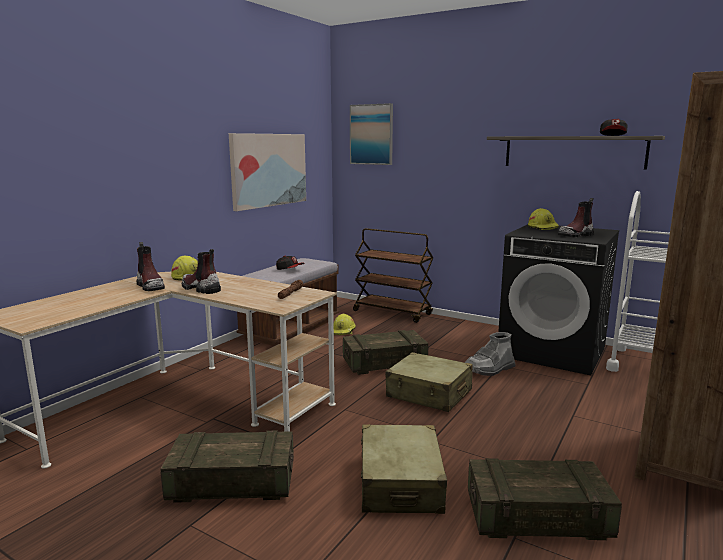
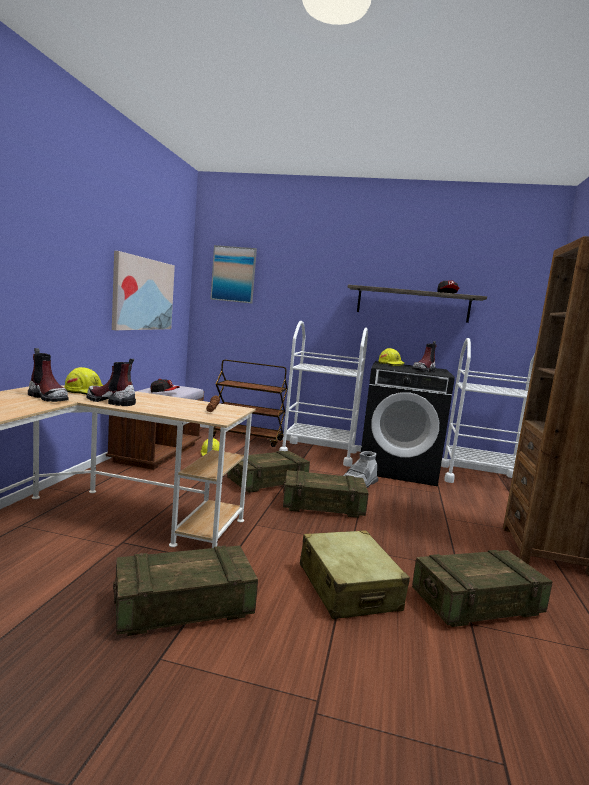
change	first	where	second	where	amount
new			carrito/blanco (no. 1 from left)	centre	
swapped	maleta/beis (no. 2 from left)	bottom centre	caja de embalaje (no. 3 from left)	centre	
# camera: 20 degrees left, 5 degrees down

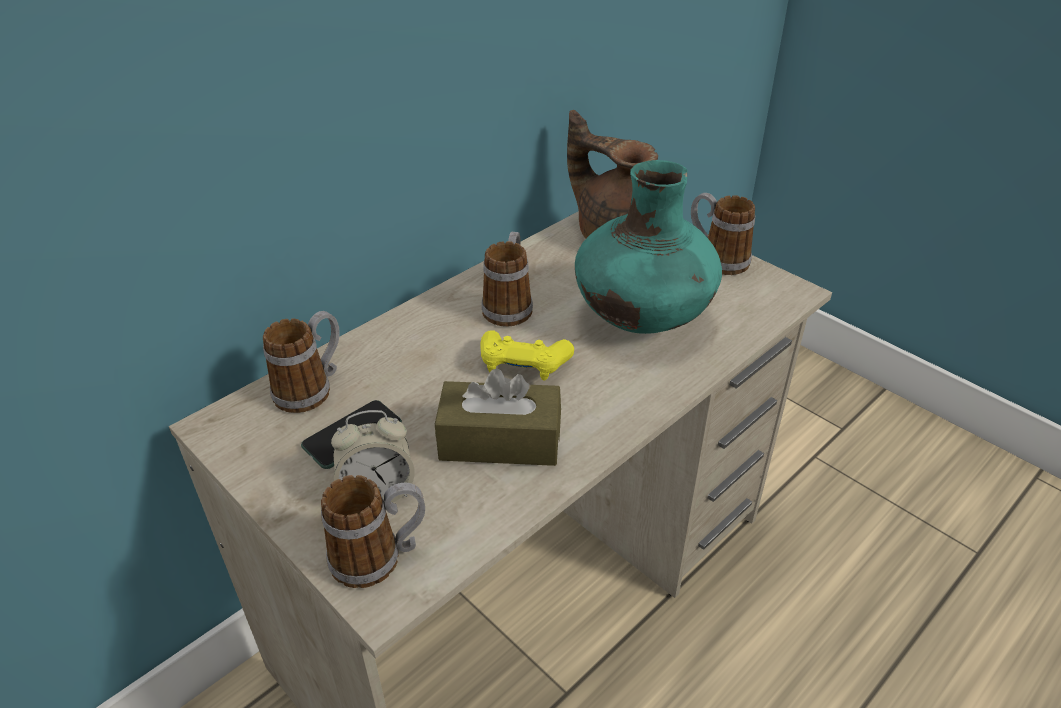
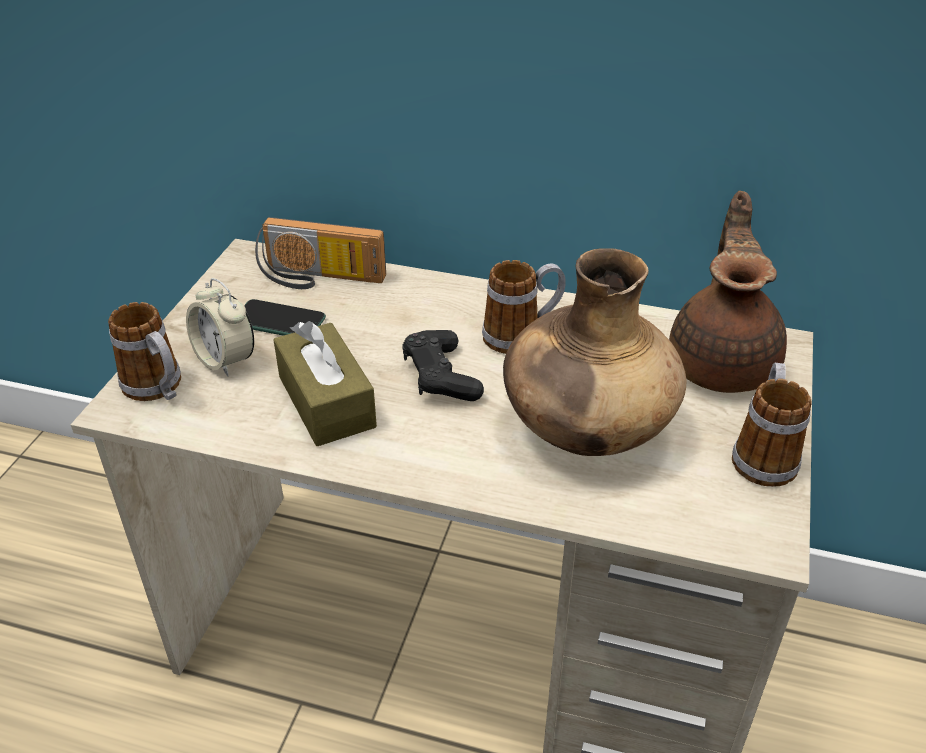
change	first	where	second	where	amount
swapped	taza grande (no. 1 from left)	middle left	radio	centre	
repainted	mando de consola/amarillo	centre	mando de consola/negro	centre	
repainted	florero/turquesa	centre	florero/marrón	centre	
# camera: 60 degrees right, 0 degrees up

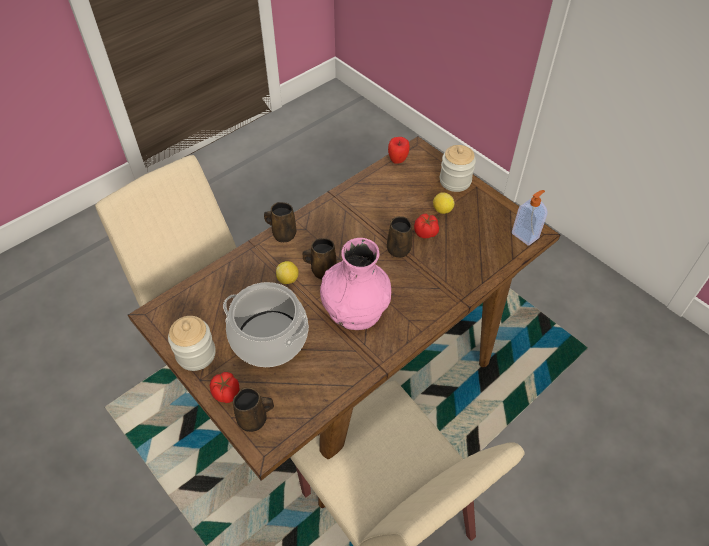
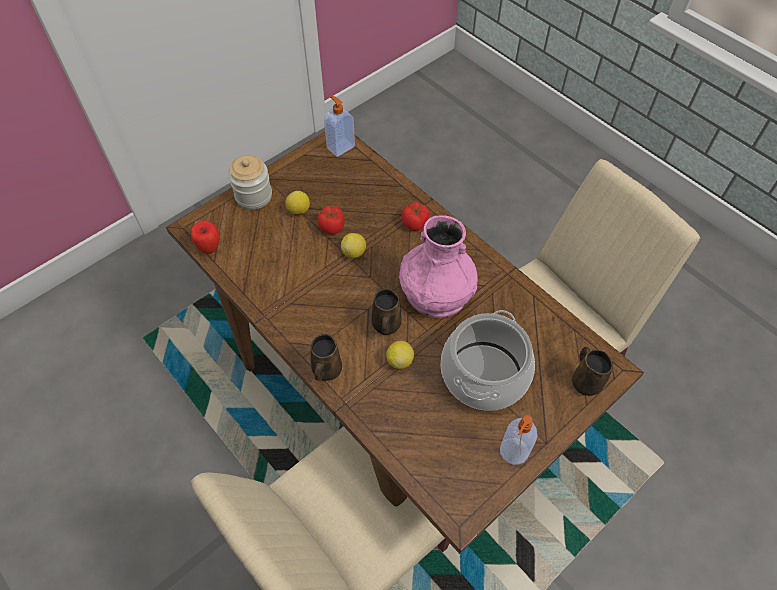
change	first	where	second	where	amount
swapped	taza grande/marrón (no. 4 from left)	centre	limón (no. 2 from left)	centre	
shifted	tomate (no. 1 from left in the first image)	bottom left	tomate (no. 2 from left)	centre	
swapped	tarro (no. 1 from left)	middle left	dispensador de jabón (no. 2 from left)	bottom right	
# camera: 90 degrees left, 5 degrees up

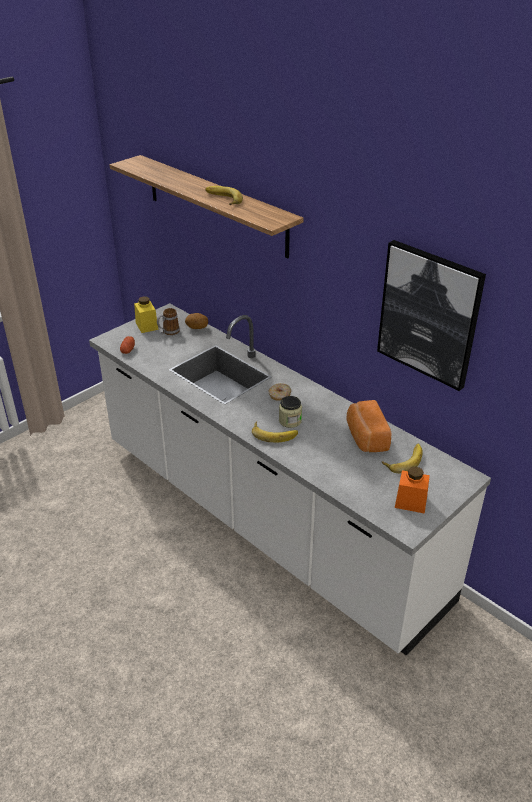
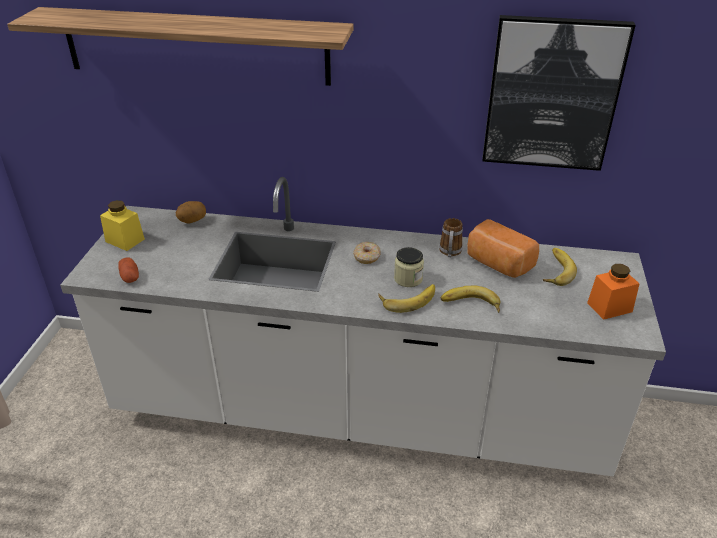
change	first	where	second	where	amount
shifted	taza grande	middle left		centre	
shifted	plátano (no. 1 from left in the first image)	top centre	plátano (no. 2 from left)	centre	
# camera: 35 degrees left, 0 degrees up

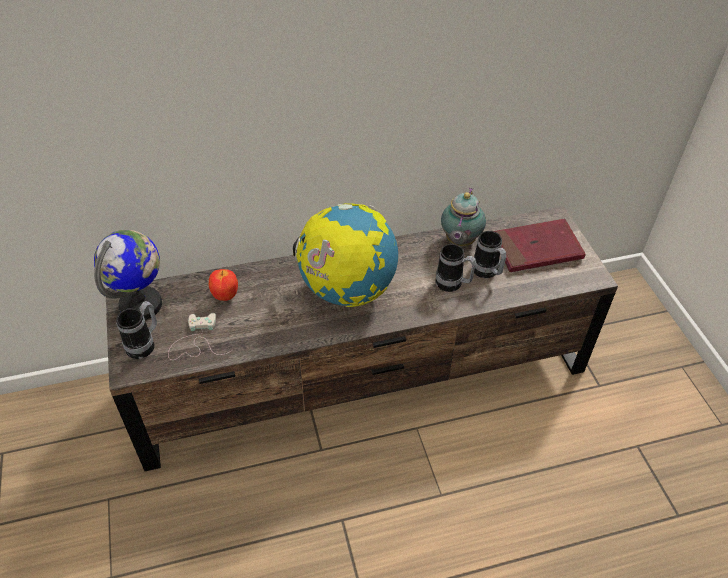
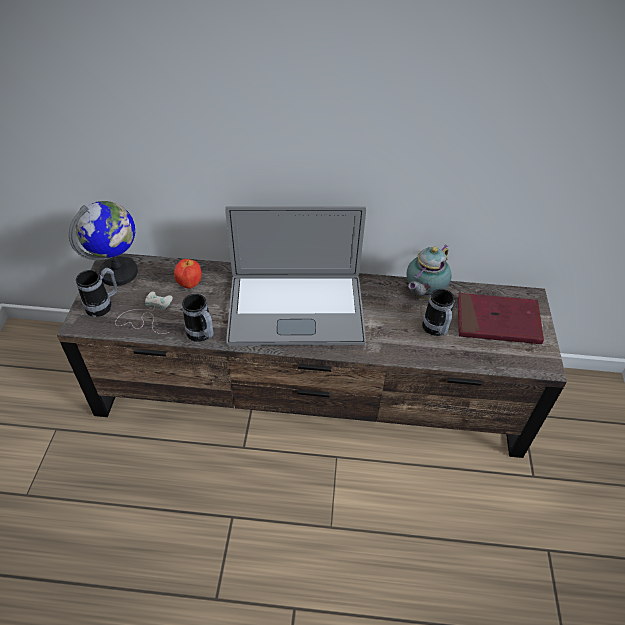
change	first	where	second	where	amount
shifted	taza grande (no. 2 from left)	centre		middle left	
swapped	globo terráqueo (no. 2 from left)	centre	portátil	centre	
# camera: 20 degrees right, 0 degrees up

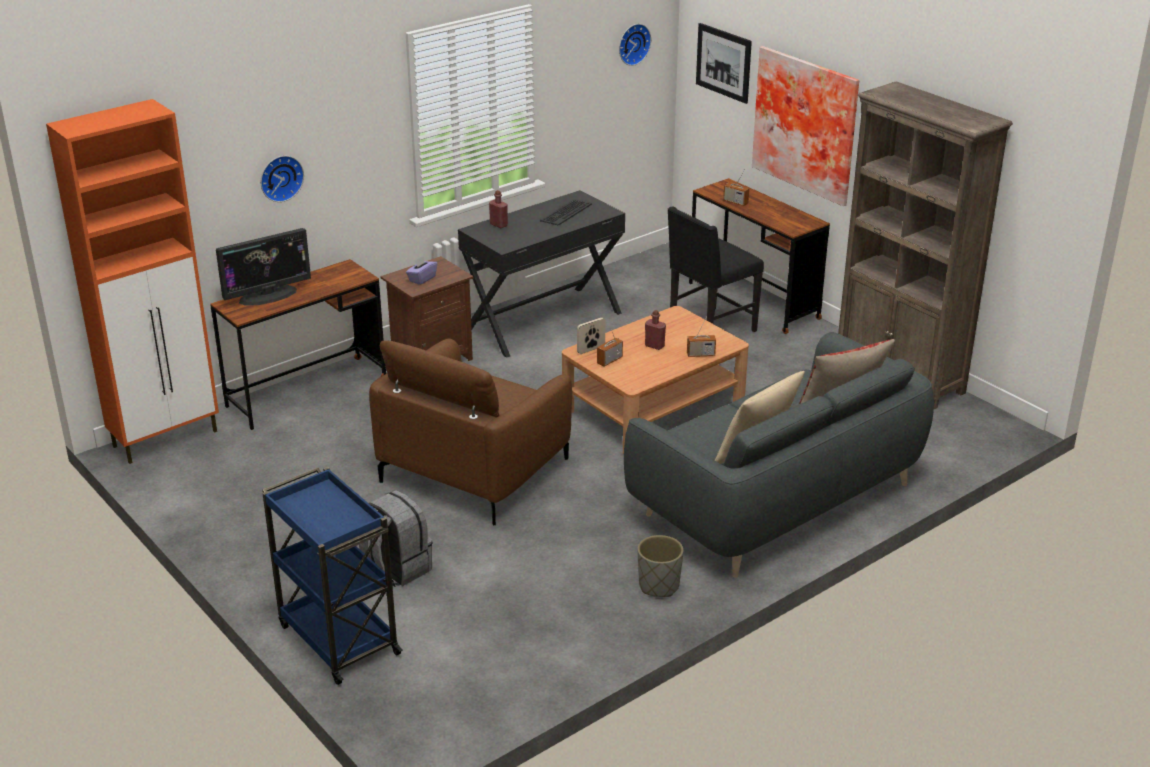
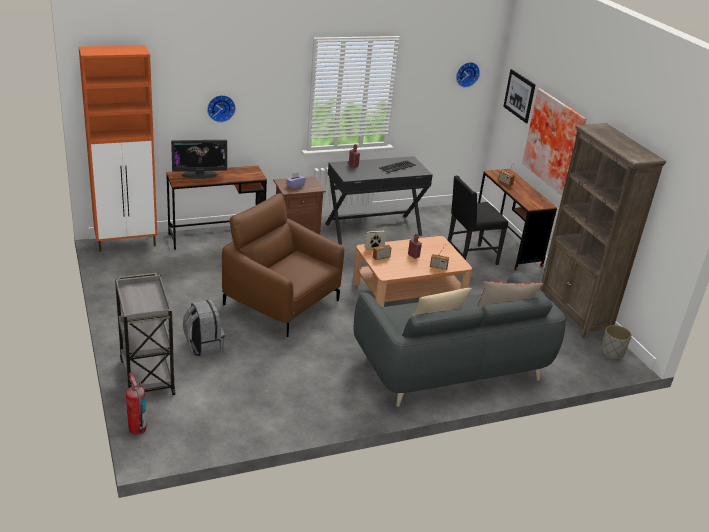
change	first	where	second	where	amount
repainted	carrito/azul	bottom left	carrito/gris	middle left	
new			extintor	bottom left	
rotated	sillón/marrón	centre		centre	75 degrees clockwise
shifted	maceta/gris	bottom centre		middle right	
# camera: 15 degrees right, 0 degrees up

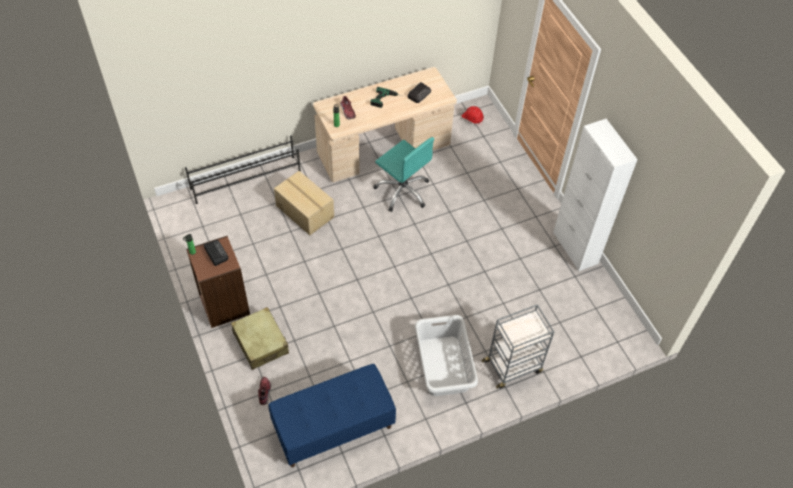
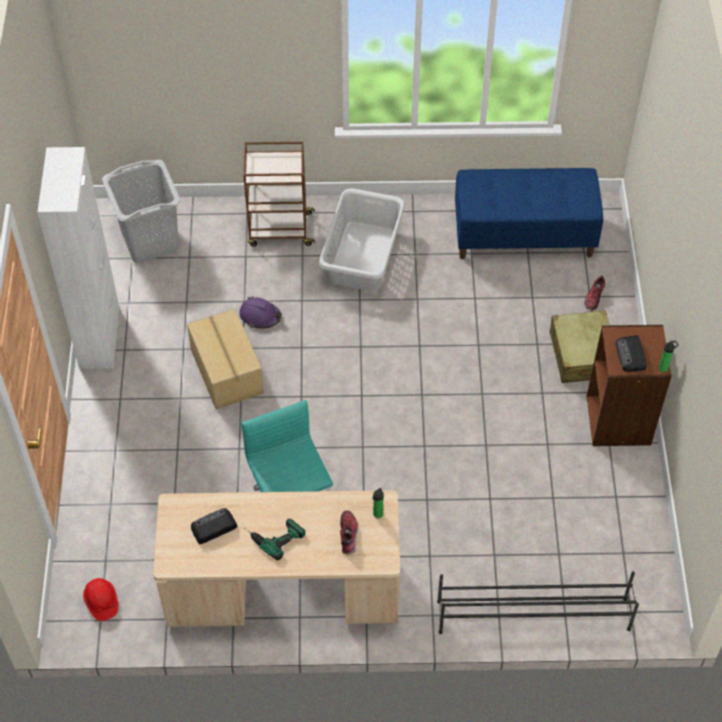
change	first	where	second	where	amount
new			cesto de la ropa/gris (no. 1 from left)	top left	
shifted	caja de cartón	centre		middle left	
new			casco/morado	centre	
repainted	carrito/gris	bottom centre	carrito/marrón	top centre	
# camera: 155 degrees left, 0 degrees up

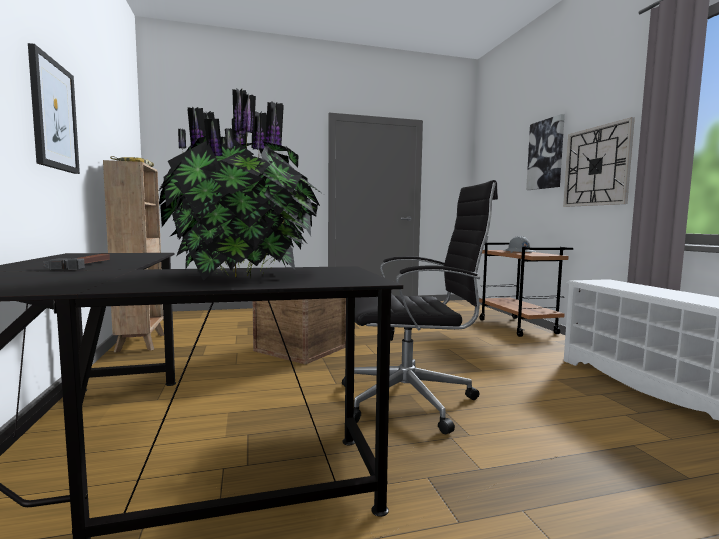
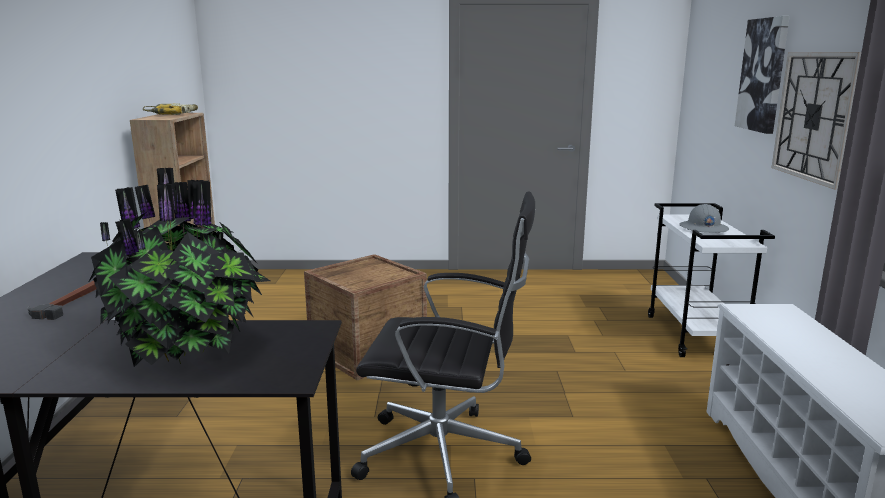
change	first	where	second	where	amount
repainted	carrito/marrón	middle right	carrito/blanco	middle right	
gone	cuadro (no. 1 from left)	top left			
# camera: 15 degrees right, 10 degrees up

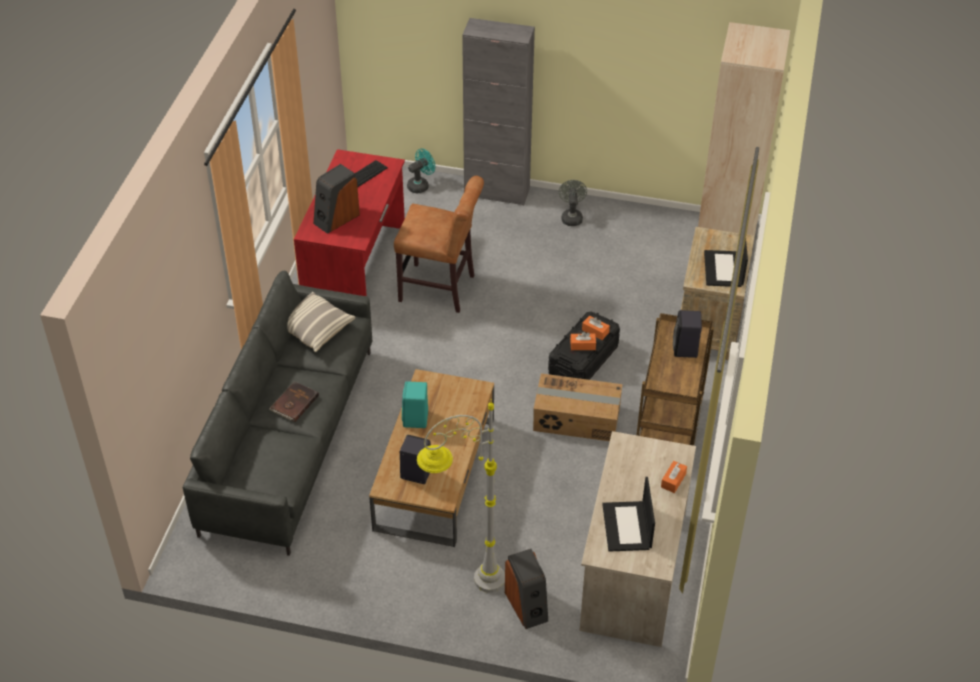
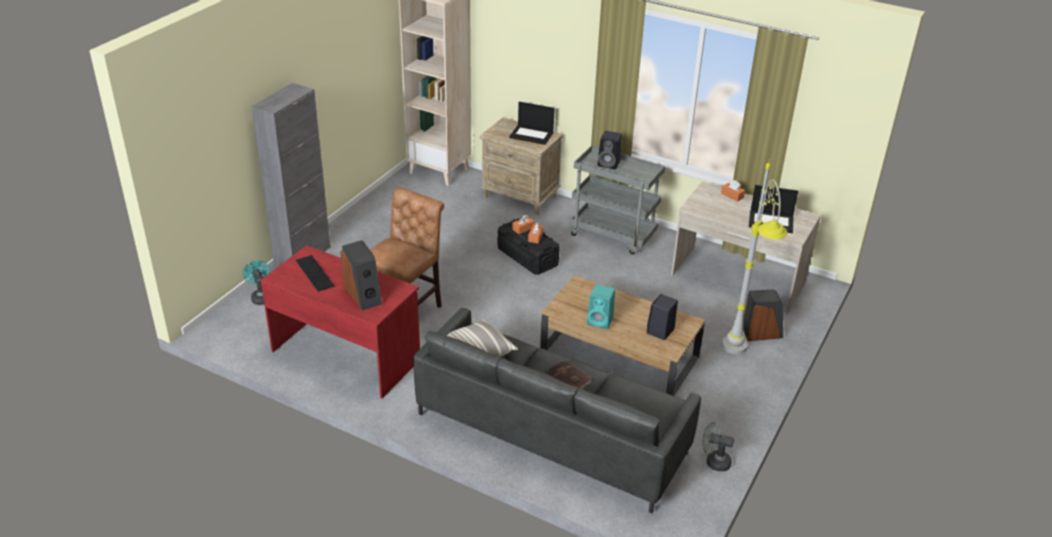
change	first	where	second	where	amount
repainted	carrito/marrón	middle right	carrito/gris	centre	
shifted	ventilador/gris	top centre		bottom right	
gone	caja de cartón	centre			
# camera: 75 degrees left, 10 degrees down

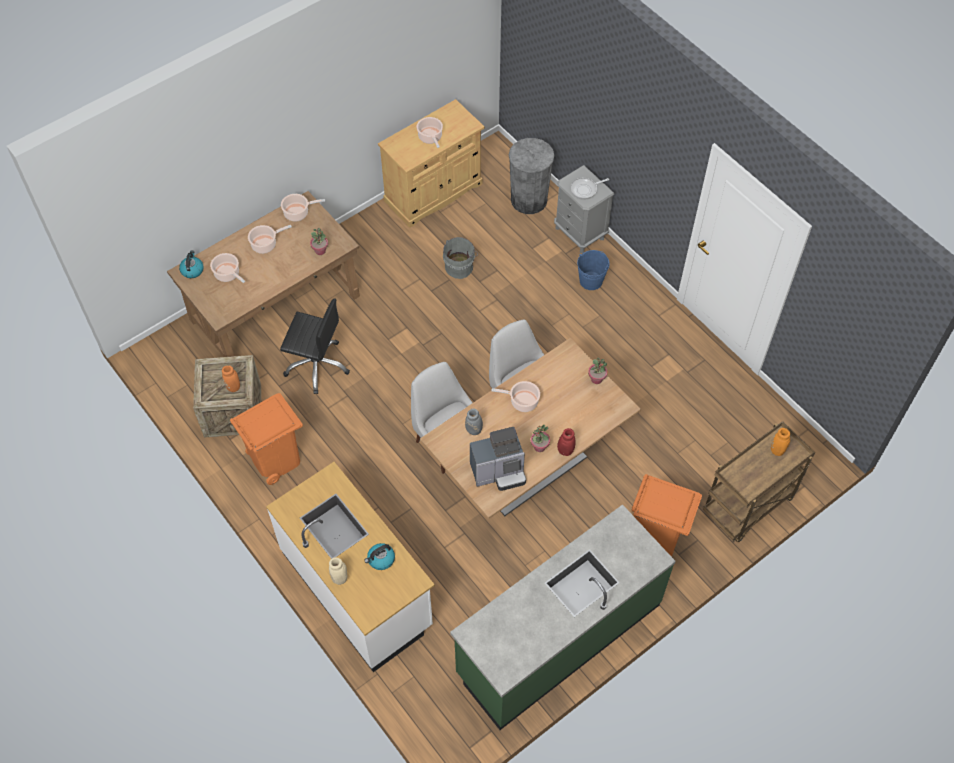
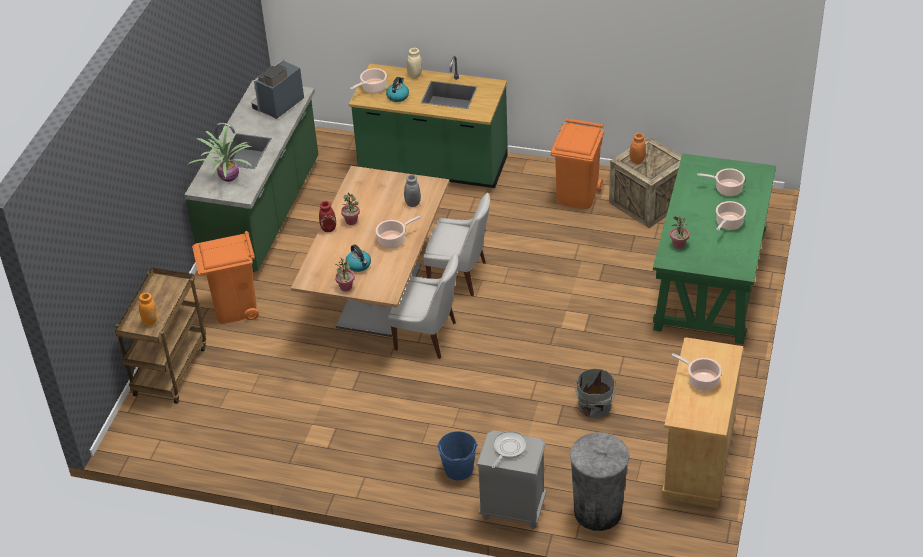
change	first	where	second	where	amount
new			planta en maceta (no. 1 from left)	top left	
shifted	cafetera	centre		top left	
shifted	hervidor (no. 1 from left)	middle left		centre	
repainted	mueble bajo de cocina/blanco	bottom centre	mueble bajo de cocina/verde (no. 2 from left)	top centre	
shifted	olla (no. 3 from left in the first image)	top left	olla (no. 1 from left)	top centre	
repainted	escritorio/marrón	middle left	escritorio/verde	middle right	
gone	silla de oficina/negro	middle left			
# camera: 145 degrees right, 15 degrees down

